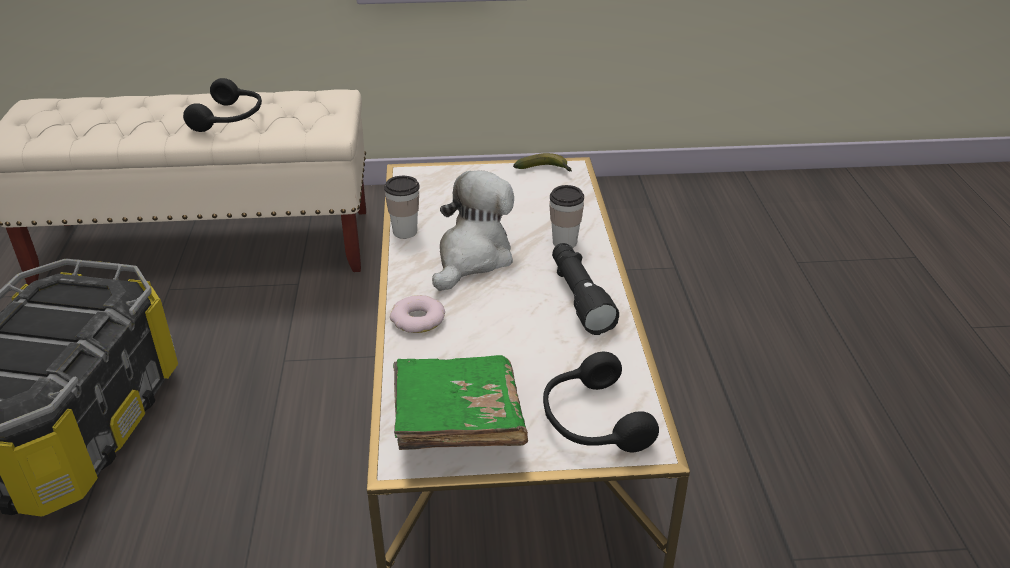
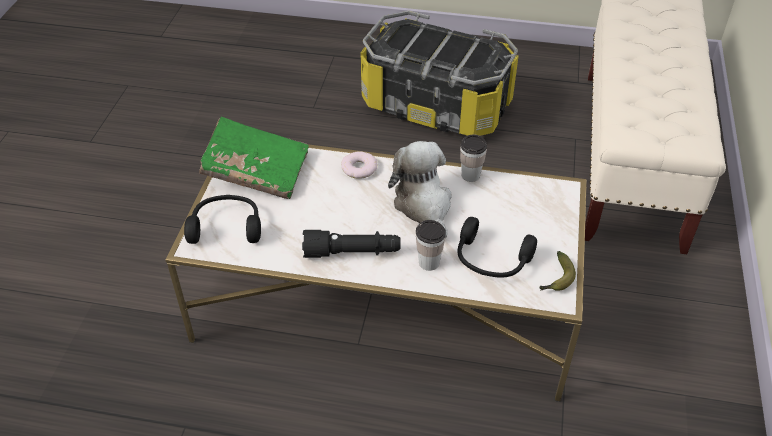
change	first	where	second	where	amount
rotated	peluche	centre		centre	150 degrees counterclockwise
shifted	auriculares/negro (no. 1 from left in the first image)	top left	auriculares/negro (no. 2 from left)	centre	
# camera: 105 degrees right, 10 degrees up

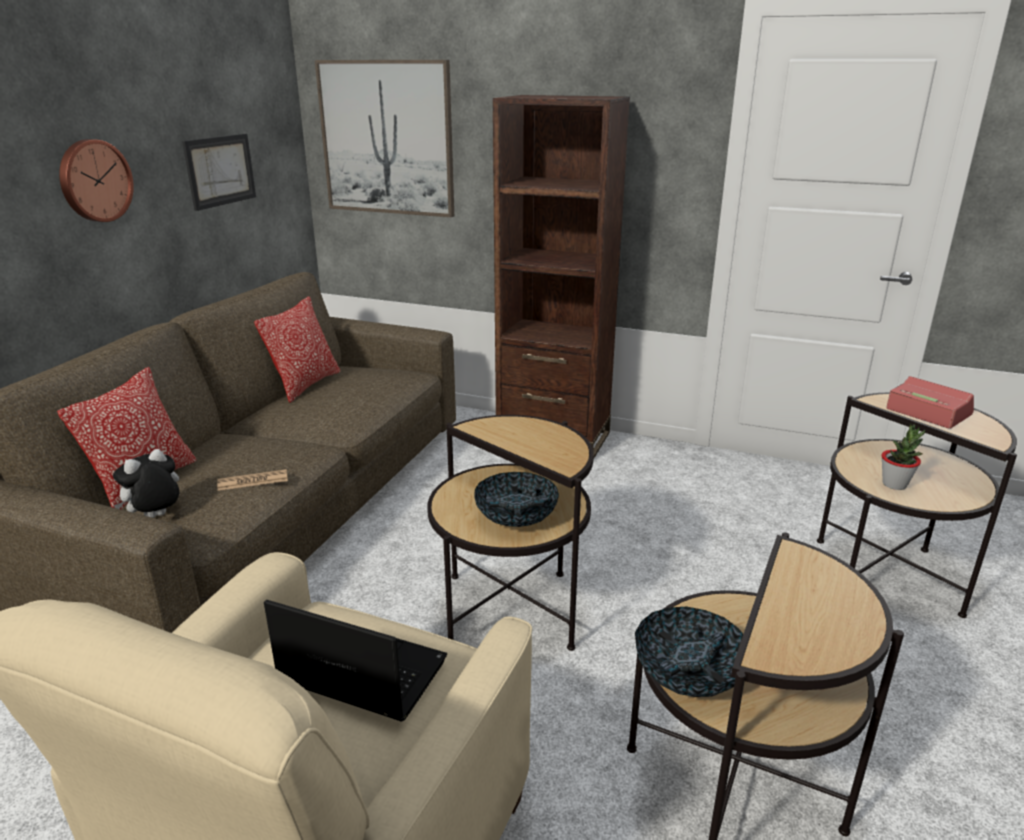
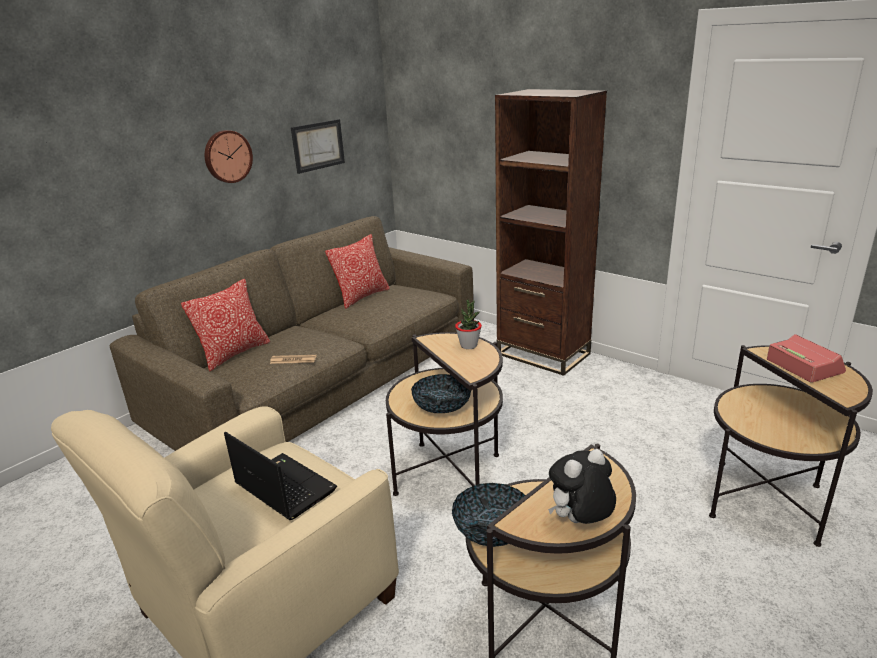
change	first	where	second	where	amount
shifted	planta en maceta	middle right		centre	
shifted	peluche	middle left		bottom centre	
gone	cuadro (no. 2 from left)	top centre			
# camera: 20 degrees right, 0 degrees up

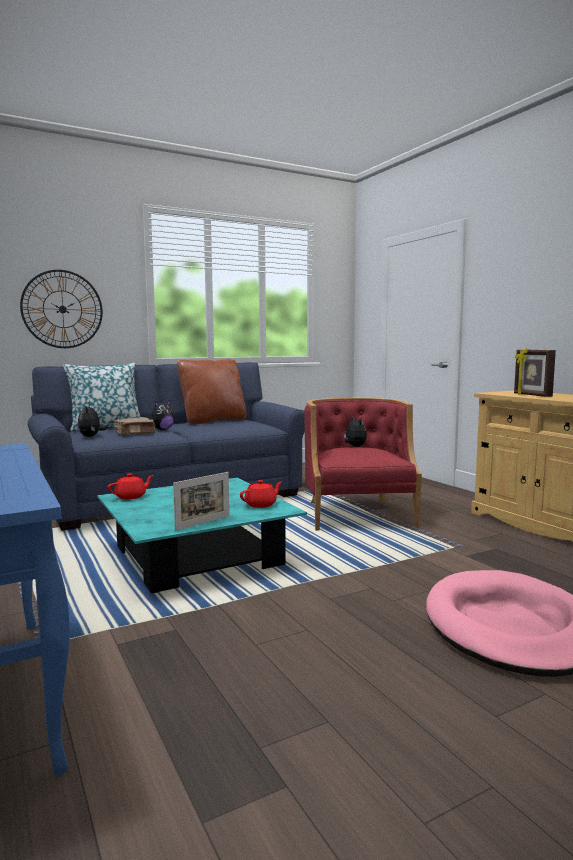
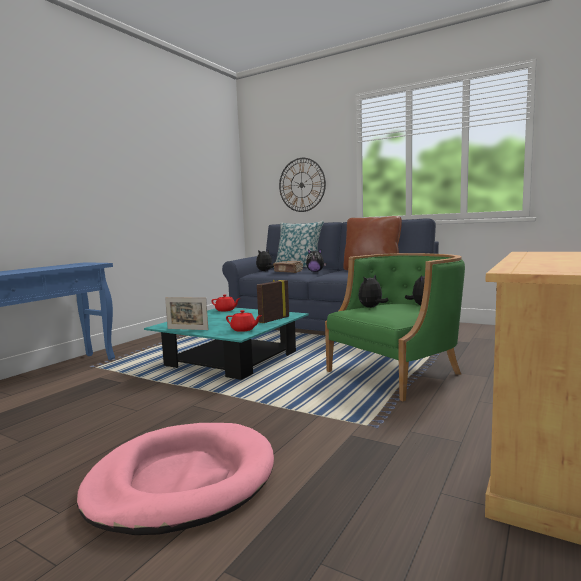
change	first	where	second	where	amount
shifted	portarretratos (no. 2 from left)	middle right		centre	
repainted	sillón/rojo	centre	sillón/verde	middle right	
new			peluche (no. 3 from left)	centre	
# camera: 60 degrees right, 0 degrees up

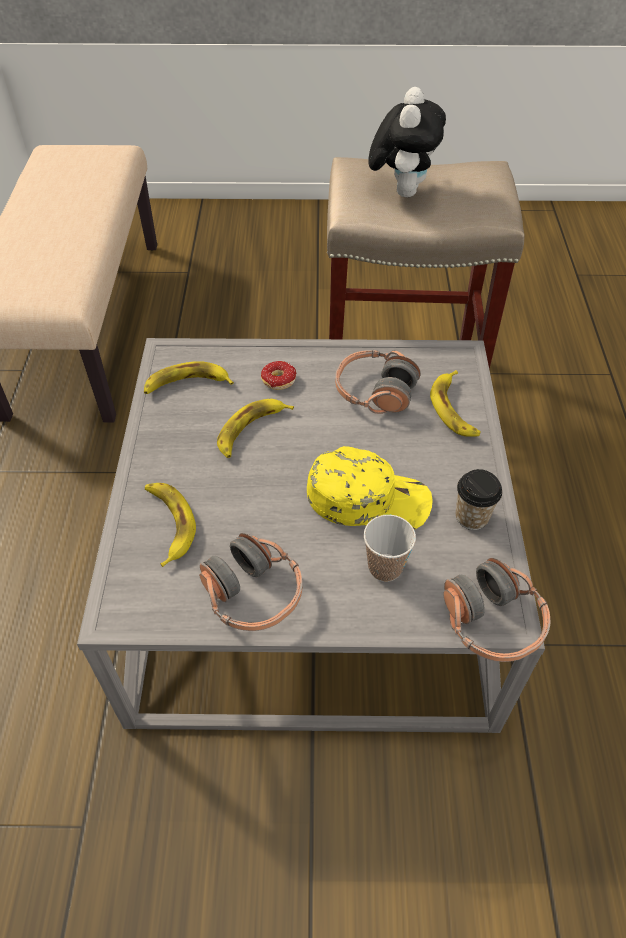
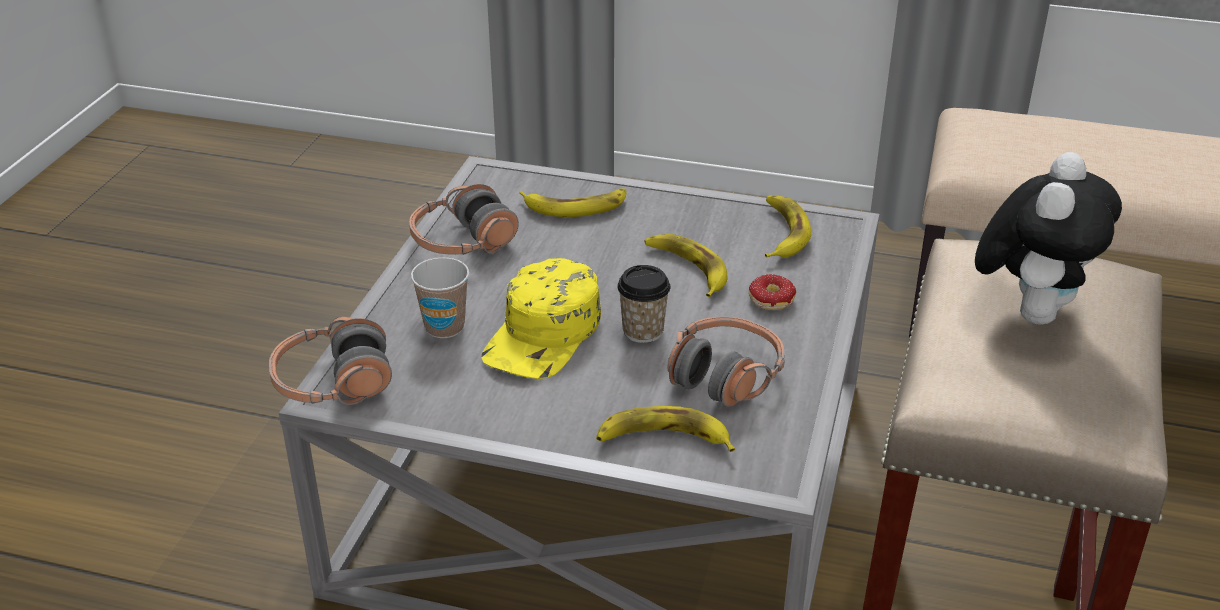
change	first	where	second	where	amount
shifted	taza (no. 2 from left)	middle right		centre	
rotated	peluche	top centre		middle right	90 degrees counterclockwise
# camera: 105 degrees right, 15 degrees down

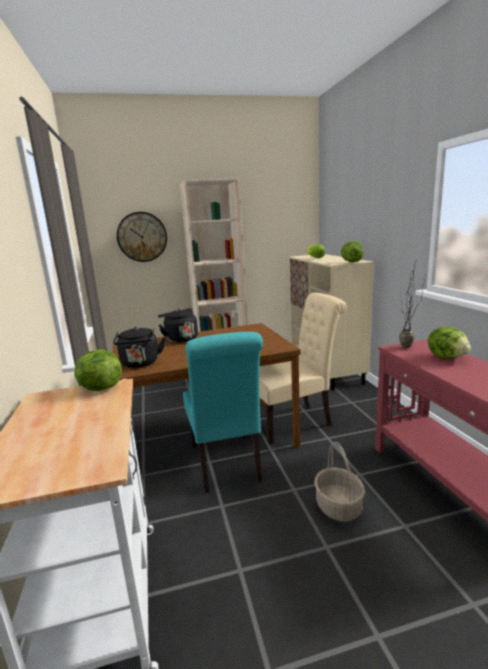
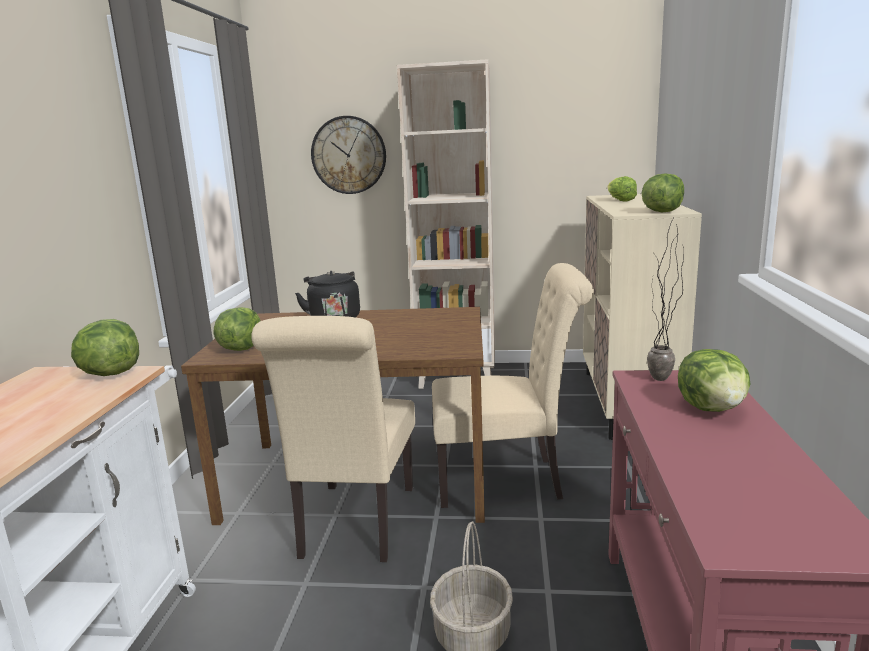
change	first	where	second	where	amount
swapped	hervidor/negro (no. 1 from left)	middle left	lechuga (no. 2 from left)	middle left	
repainted	silla/turquesa	centre	silla/beis (no. 1 from left)	bottom centre	
# camera: 20 degrees right, 0 degrees up

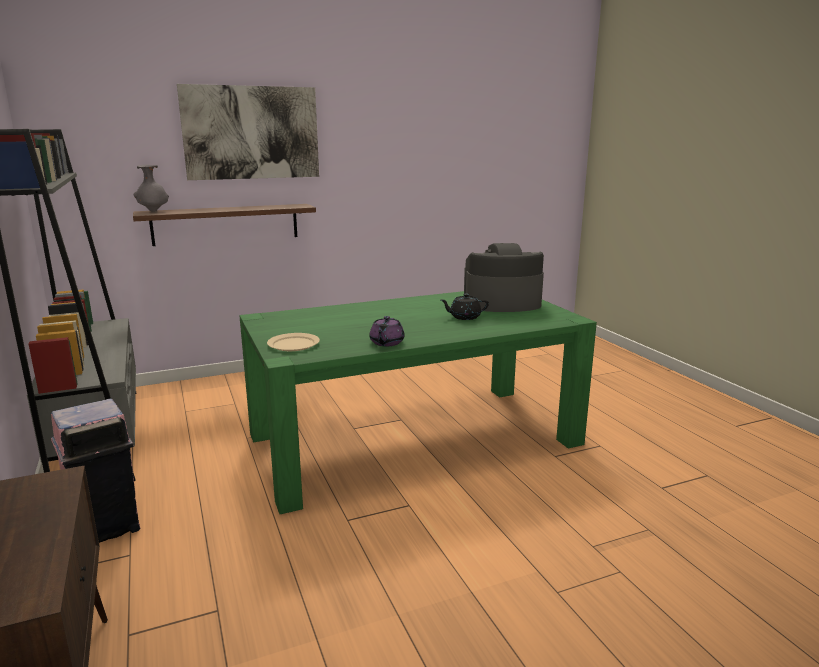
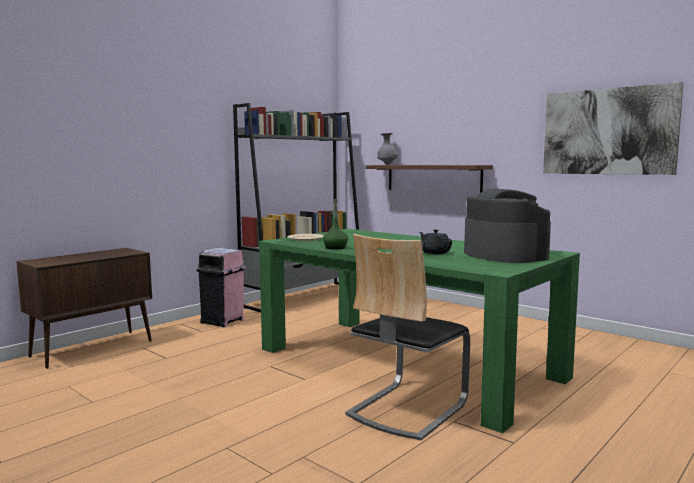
change	first	where	second	where	amount
swapped	tetera/morado	centre	botella/verde	centre	
new			silla	bottom centre	
shifted	cuadro	top left		top right	
# camera: 65 degrees right, 10 degrees down

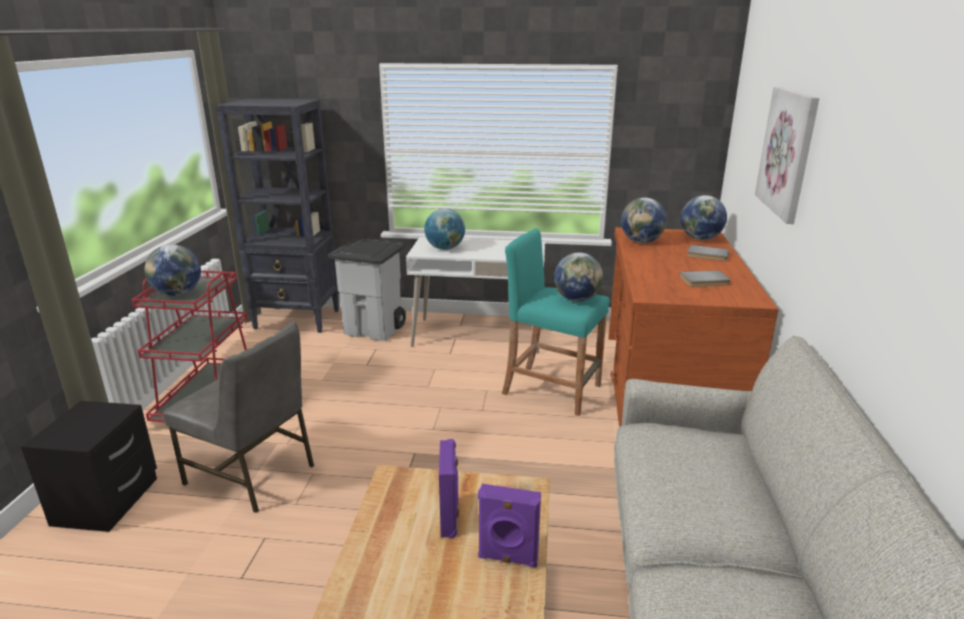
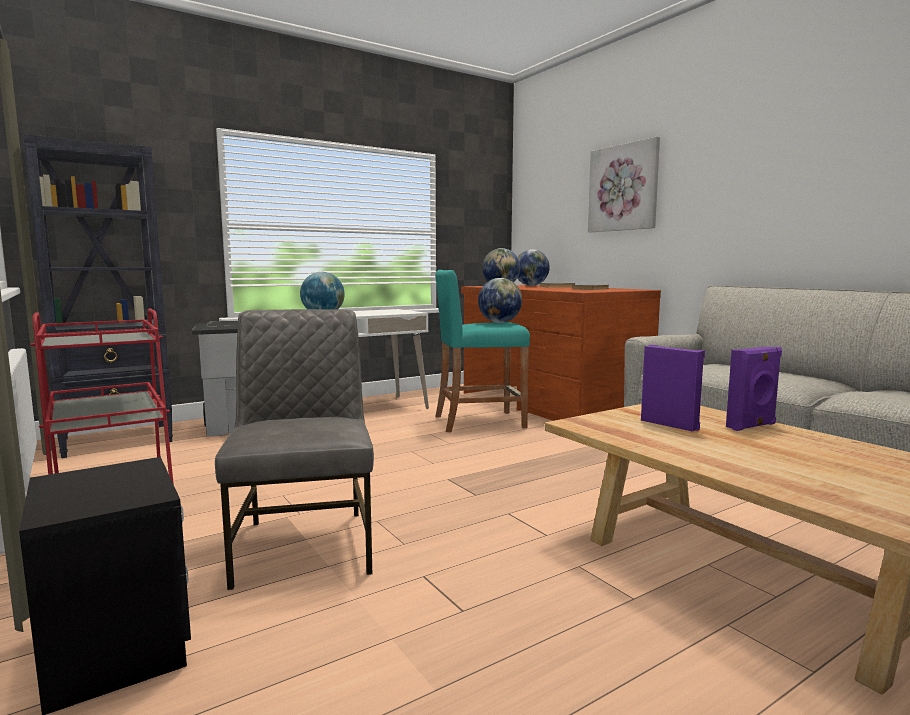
change	first	where	second	where	amount
rotated	silla/gris	bottom left		middle left	90 degrees counterclockwise
gone	globo terráqueo (no. 1 from left)	middle left			
# camera: 40 degrees left, 15 degrees down

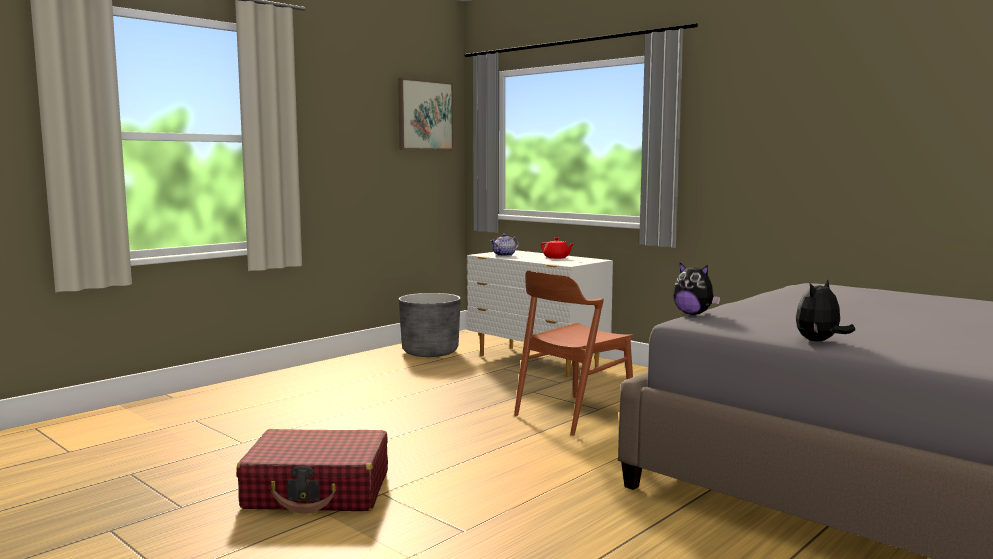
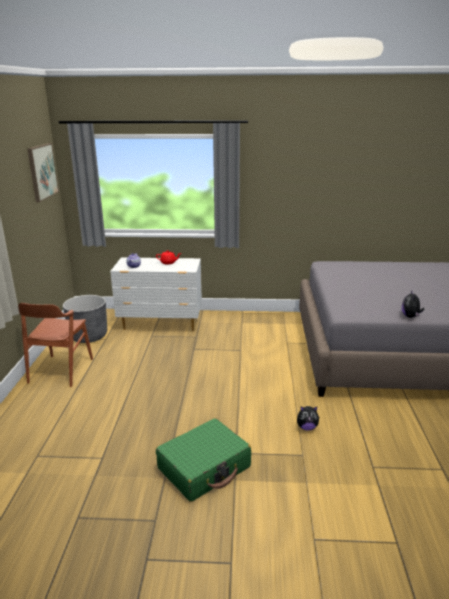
change	first	where	second	where	amount
shifted	silla/marrón	centre		middle left	
repainted	maleta/rojo	bottom left	maleta/verde	bottom centre	
shifted	peluche (no. 1 from left)	middle right		bottom right	
# camera: 40 degrees left, 15 degrees up

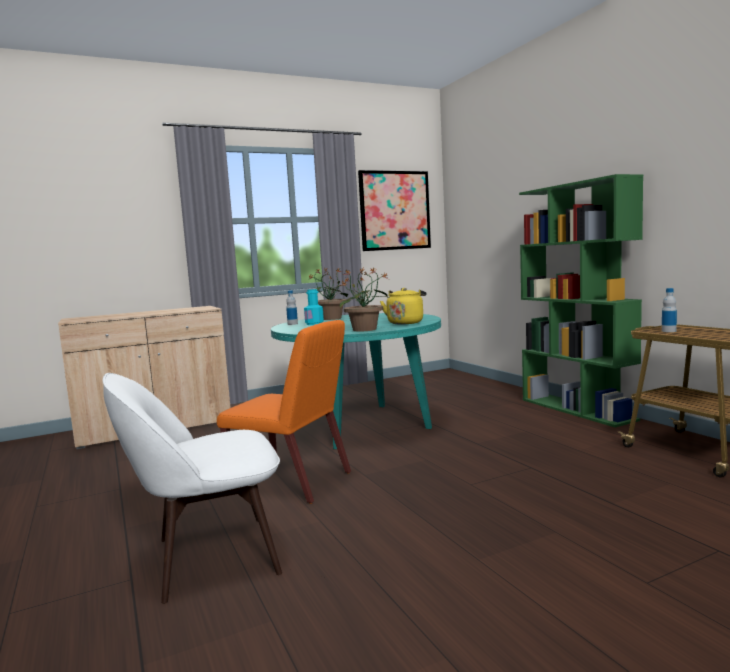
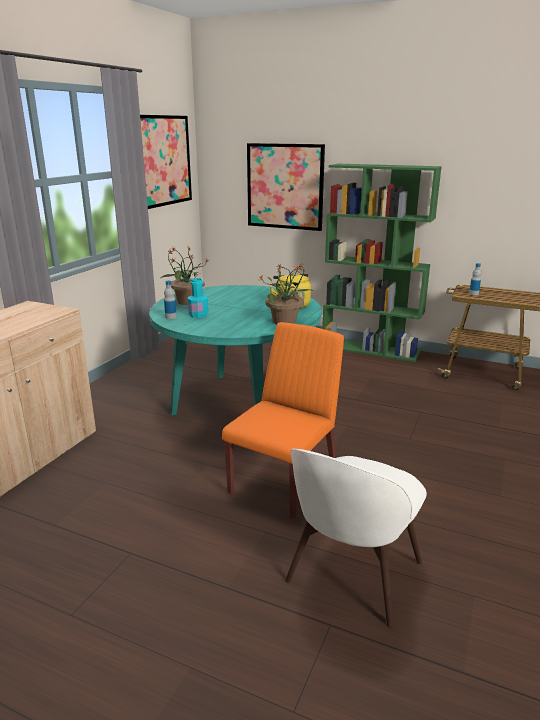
change	first	where	second	where	amount
rotated	silla/naranja	centre		centre	45 degrees counterclockwise
new			cuadro (no. 2 from left)	top centre	
# camera: 40 degrees left, 15 degrees up

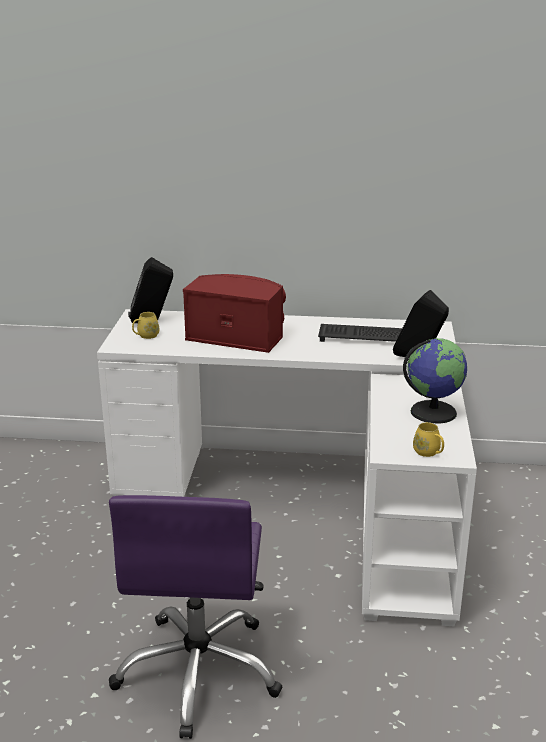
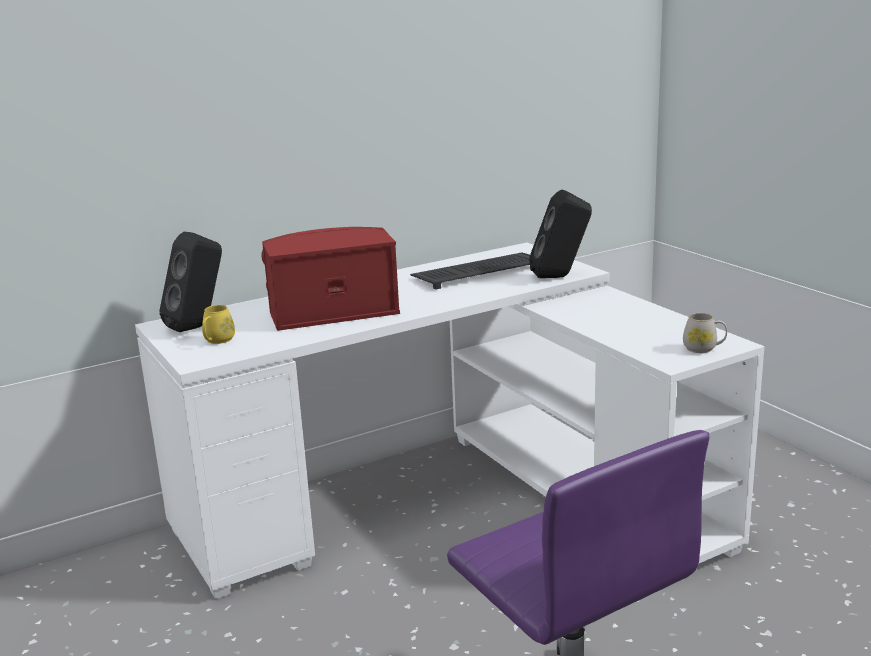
change	first	where	second	where	amount
repainted	taza grande/amarillo (no. 2 from left)	middle right	taza grande/blanco	middle right	
gone	globo terráqueo	middle right			
# camera: 35 degrees left, 5 degrees down

